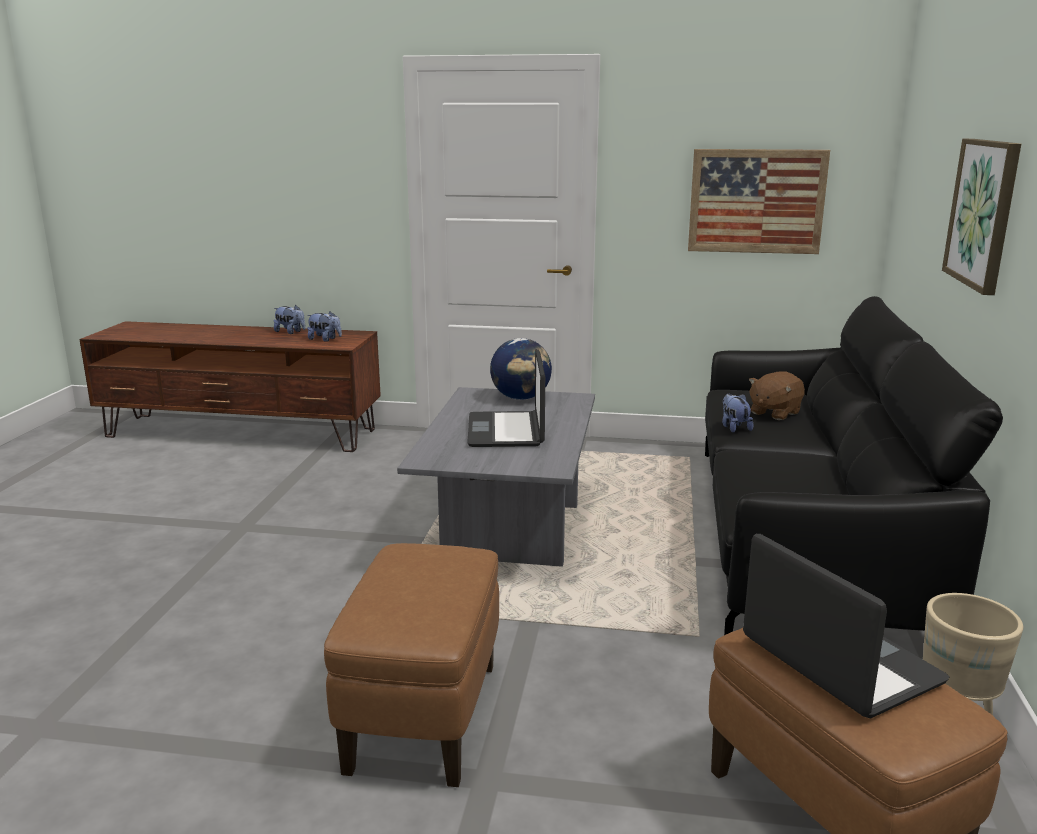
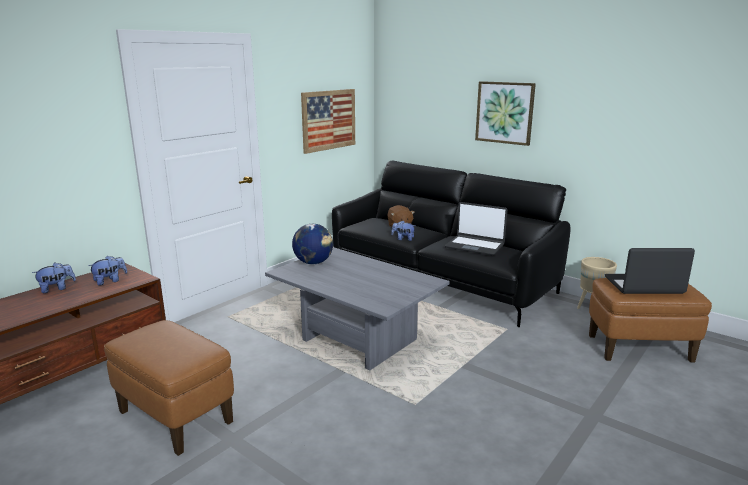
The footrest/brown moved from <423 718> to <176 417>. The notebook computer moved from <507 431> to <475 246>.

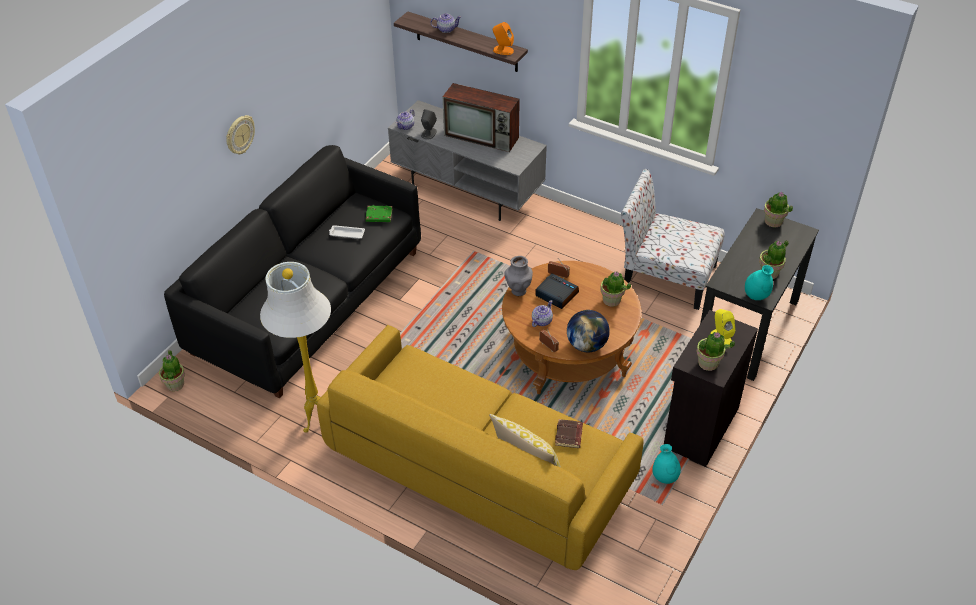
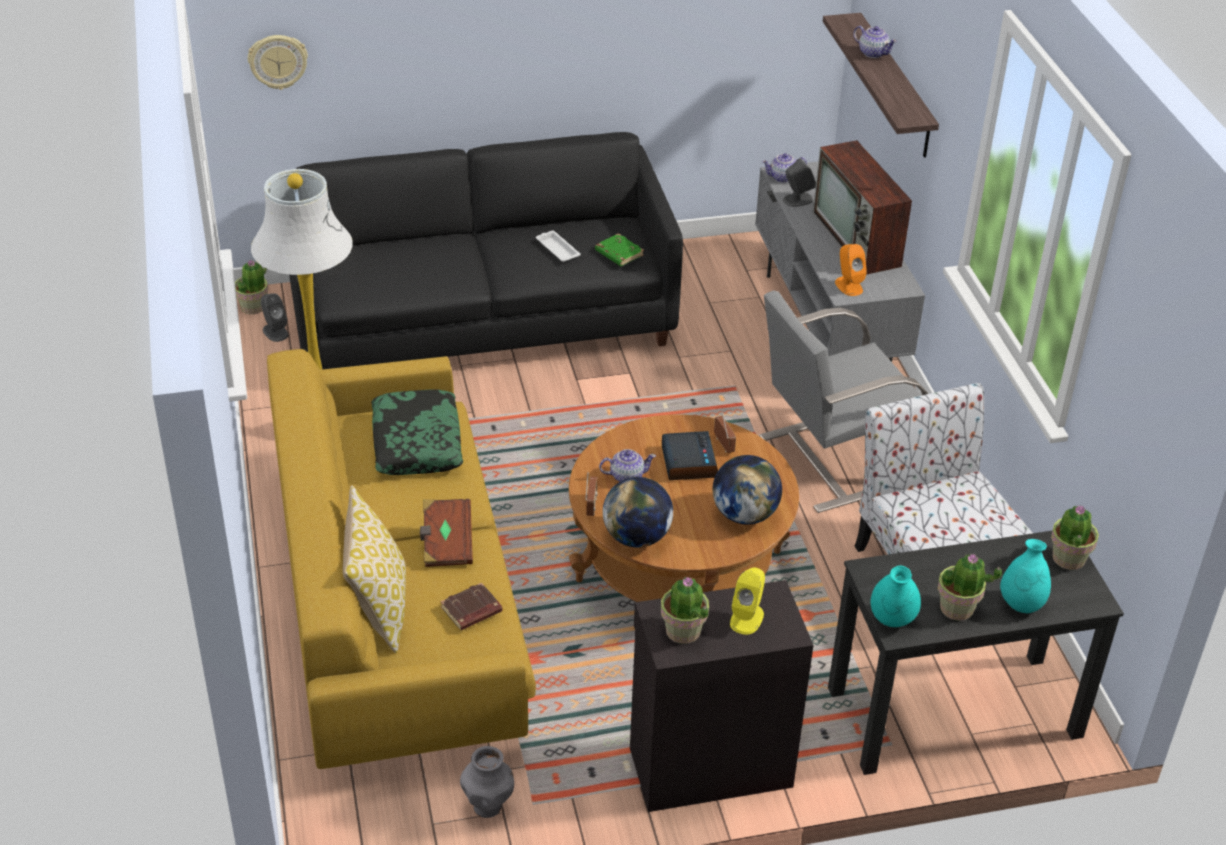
The clock on the wall moved from <239 135> to <278 61>. The loudspeaker/grey at <275 332> appeared. The cushion at <416 442> appeared. The volume/brown at <446 544> appeared. The flower vase/grey moved from <518 290> to <488 806>. The potted plant at <611 300> was replaced by the world globe at <744 514>. The easy chair/grey at <832 460> appeared. The loudspeaker/orangey moved from <503 50> to <848 286>. The flower vase/blue-green moved from <665 477> to <1021 604>.

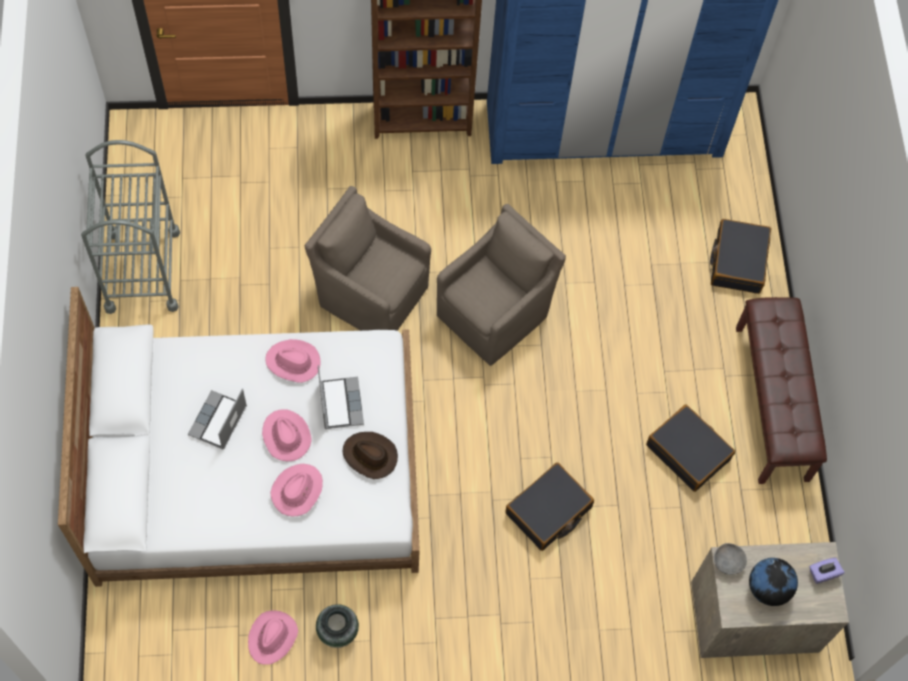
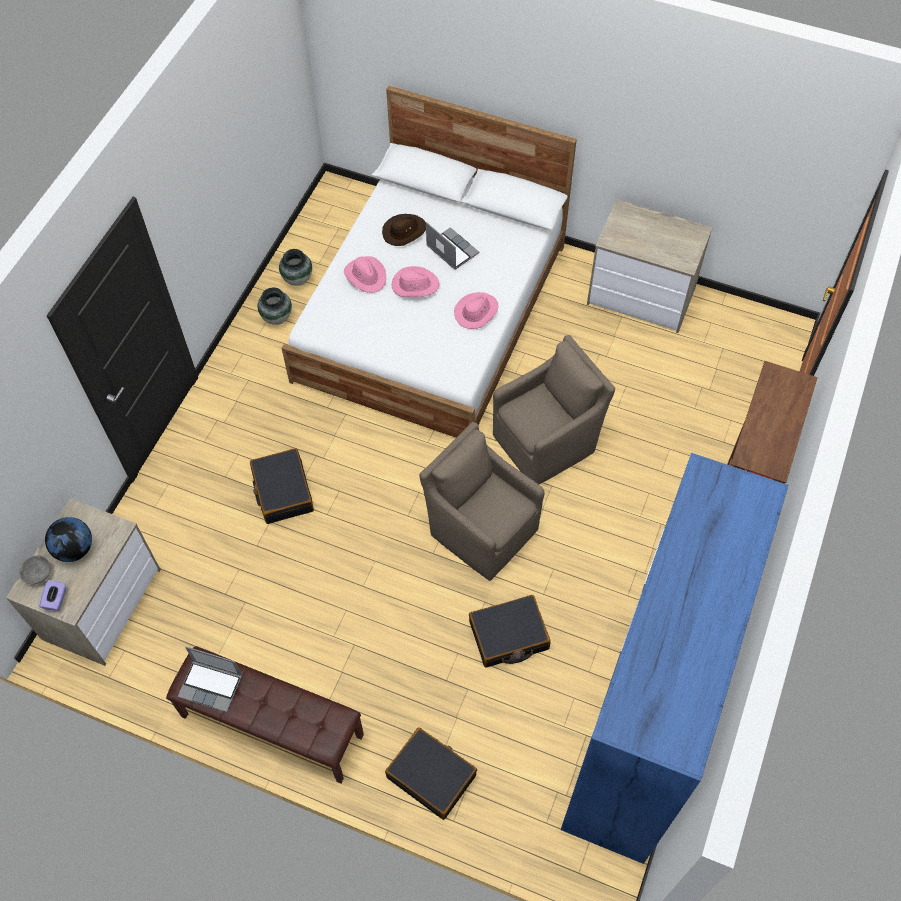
The bowl/grey moved from <728 562> to <38 574>. The notebook computer moved from <340 403> to <212 685>. The clothing hat/pink-coloured at <272 638> was replaced by the flower vase at <297 279>. The clothing hat/brown moved from <370 456> to <404 231>. The easy chair/brown at <495 314> turned 150 degrees clockwise. The suitcase/black moved from <688 452> to <508 636>. The trolley/grey at <142 270> was replaced by the dresser at <642 295>.

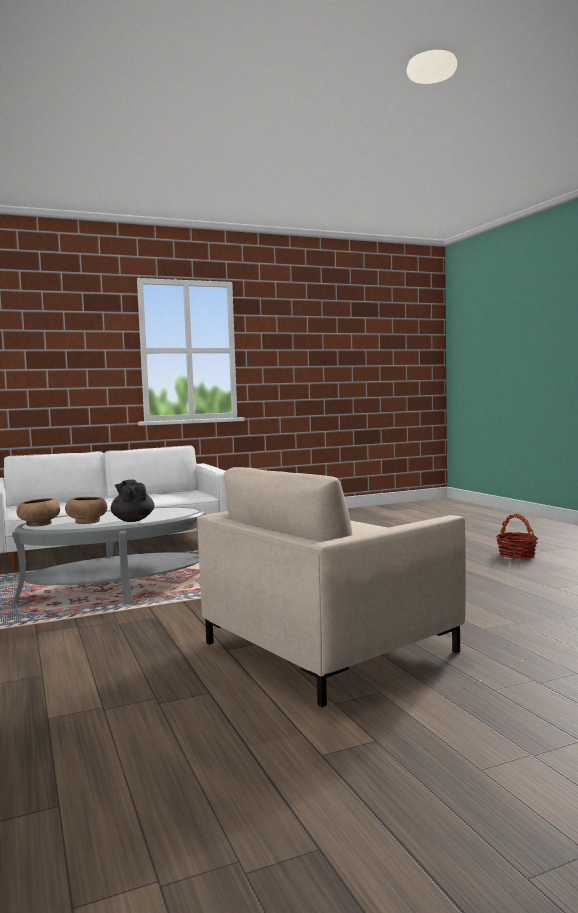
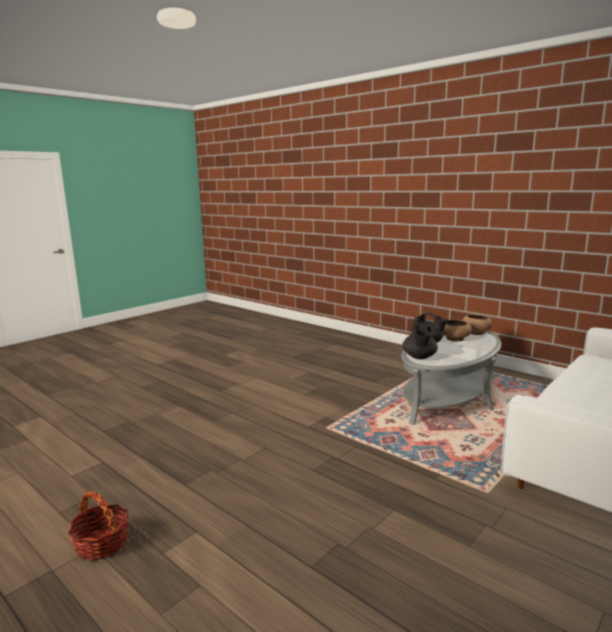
The teapot/black at <419 357> appeared. The easy chair/sand-coloured at <328 647> disappeared.

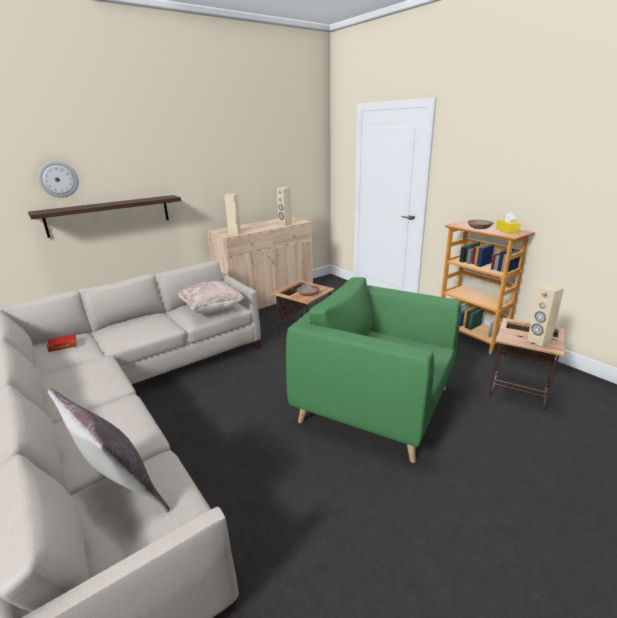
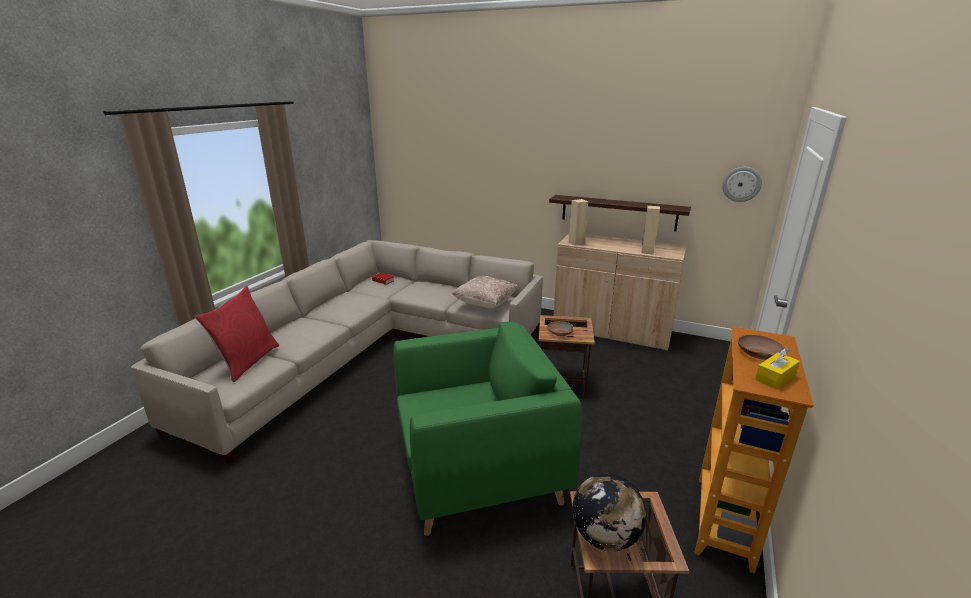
The cushion/grey at <121 492> became the cushion/reddish at <247 361>. The easy chair/greenish at <375 404> turned 75 degrees clockwise. The bracket shelf moved from <109 215> to <618 212>. The loudspeaker/sand-coloured at <539 341> was replaced by the world globe at <605 537>. The clock on the wall moved from <58 179> to <741 184>.

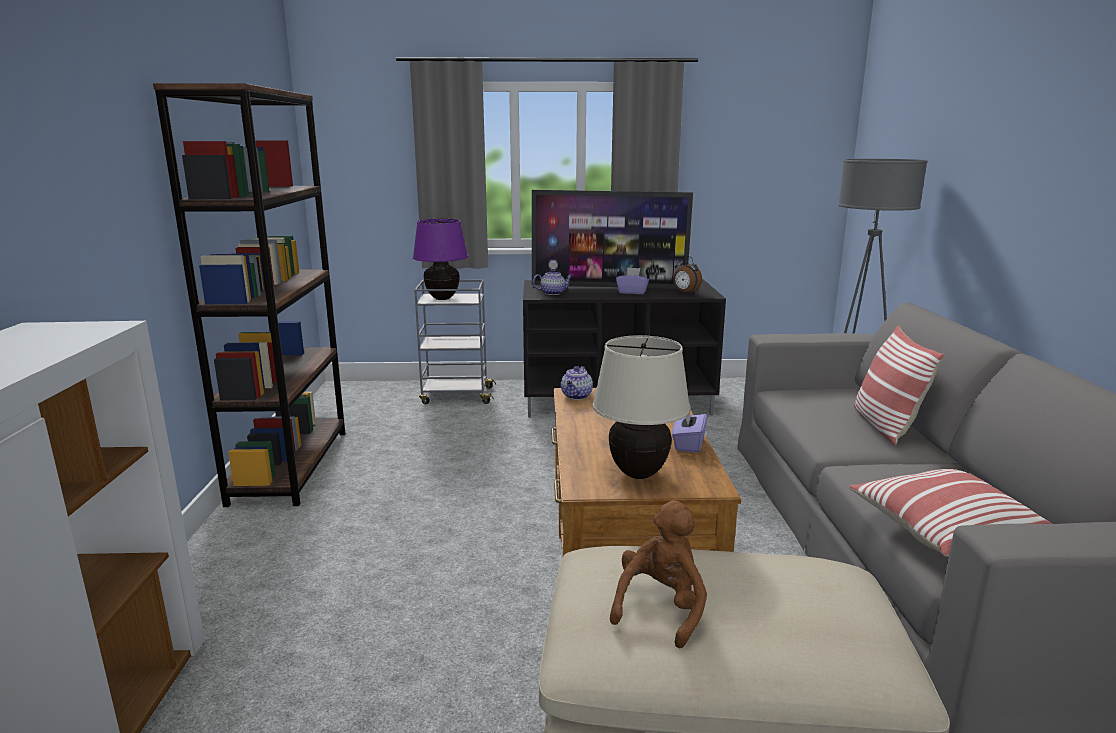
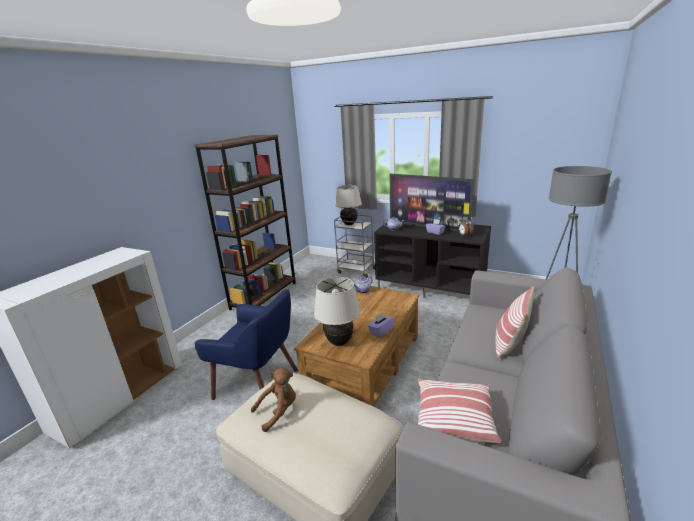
The easy chair/blue at <258 383> appeared. The tabletop lamp/purple at <442 298> became the tabletop lamp/sand-coloured at <349 224>.

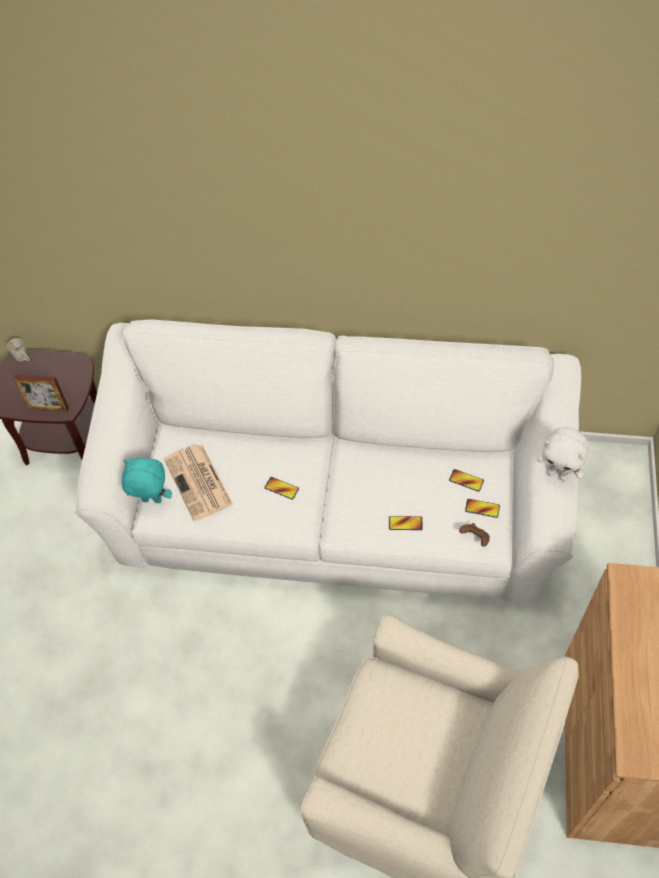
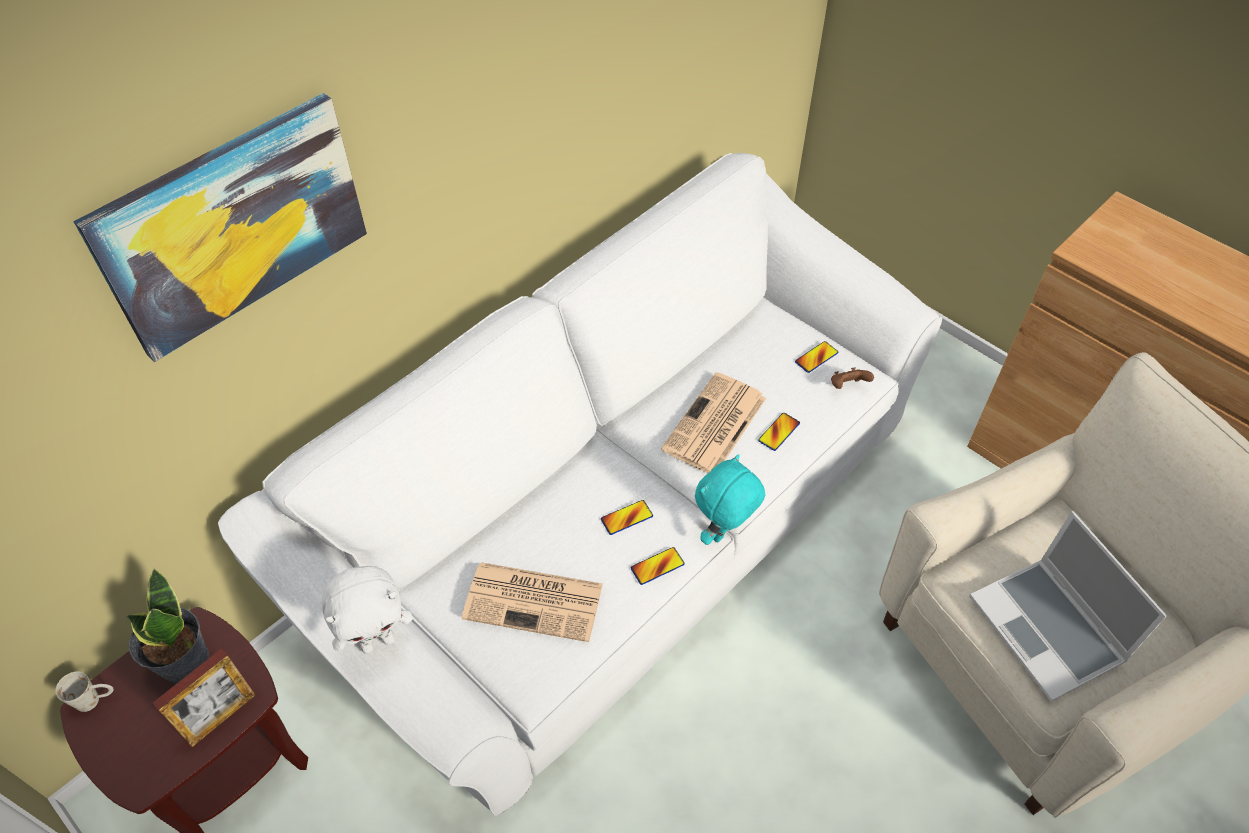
The wall picture at <234 225> appeared. The potted plant at <185 663> appeared. The cuddly toy/white moved from <558 474> to <378 641>. The handset moved from <466 480> to <657 566>. The printed paper at <714 425> appeared. The cuddly toy/blue-green moved from <151 501> to <724 533>. The notebook computer at <1048 630> appeared.

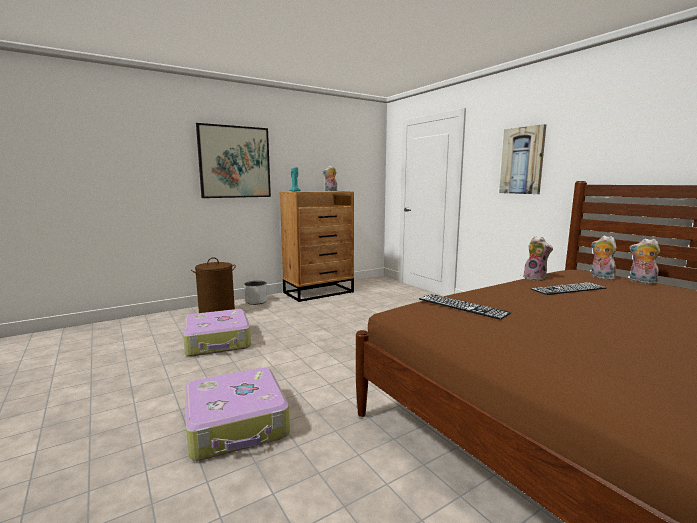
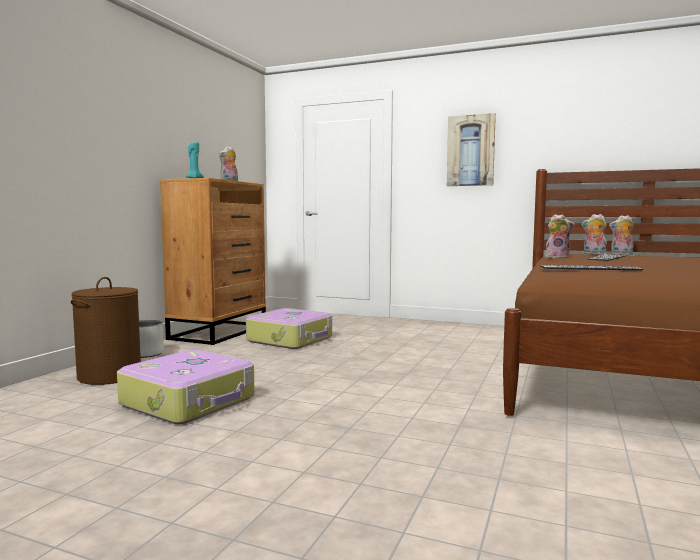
The suitcase moved from <237 424> to <291 339>. The wall picture at <235 162> disappeared.

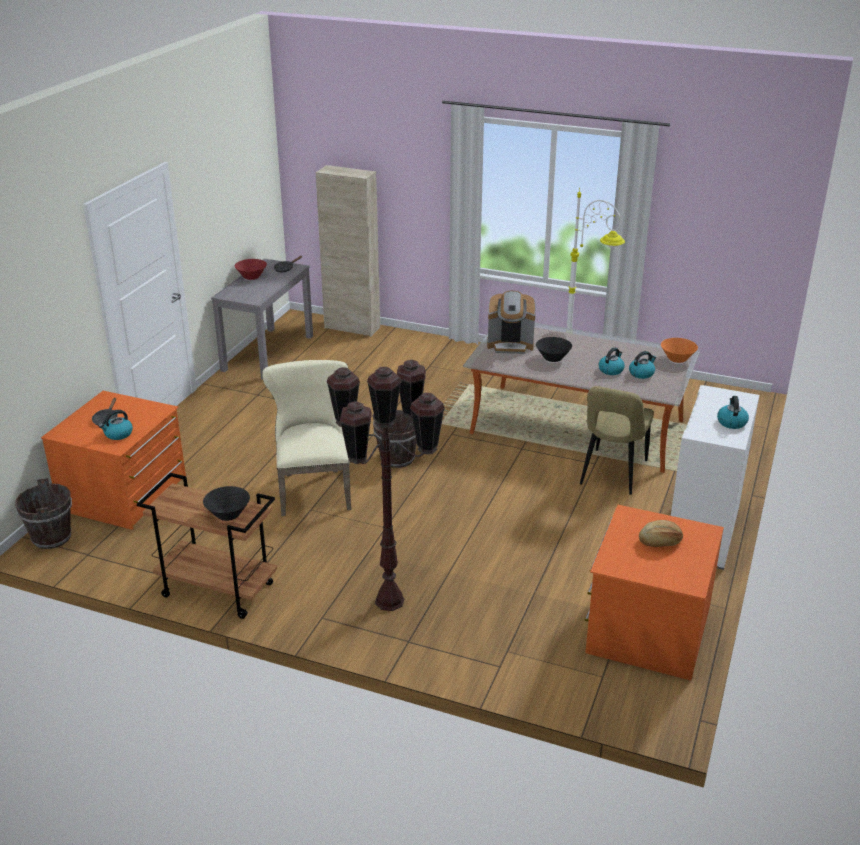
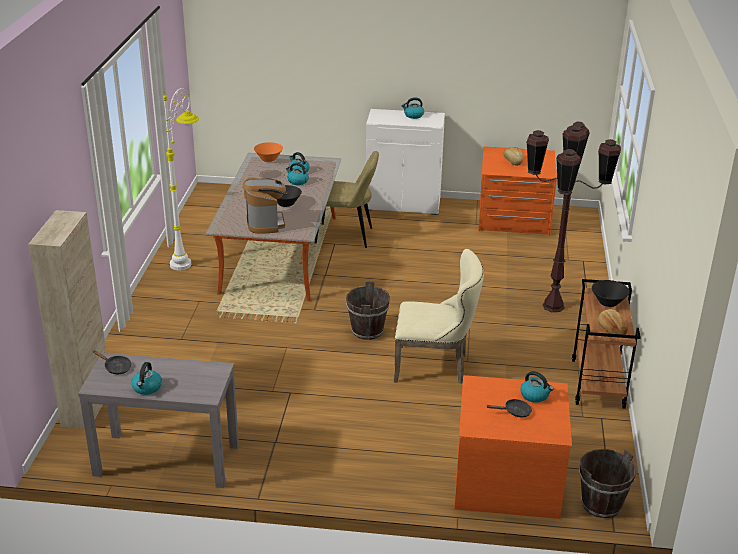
The bowl/reddish at <251 277> was replaced by the tea kettle at <147 388>. The upright chair/sand-coloured at <313 488> turned 150 degrees counterclockwise. The baked bread at <611 329> appeared.

